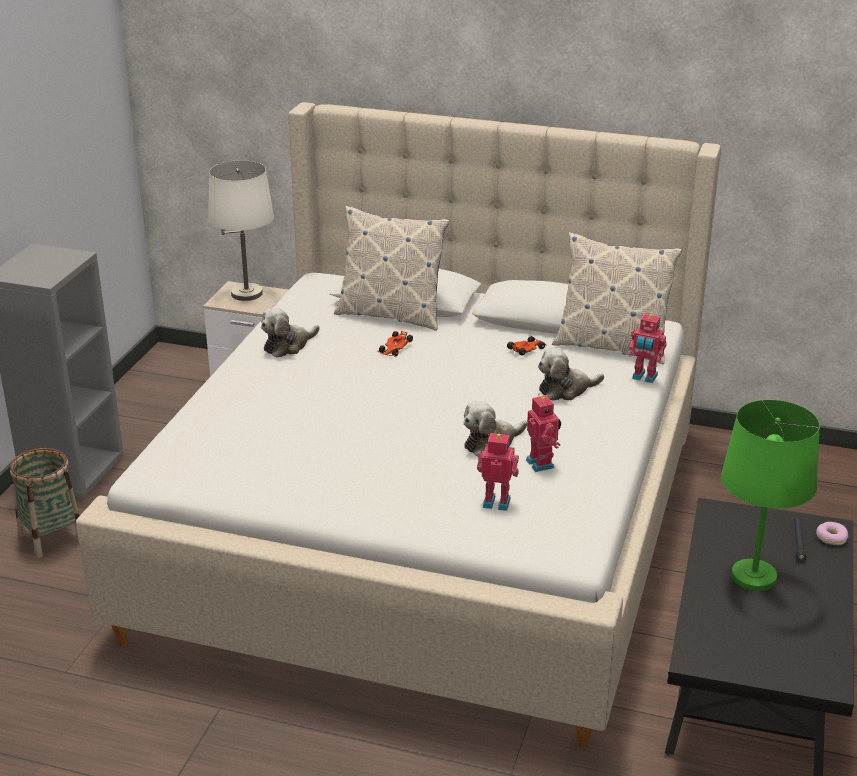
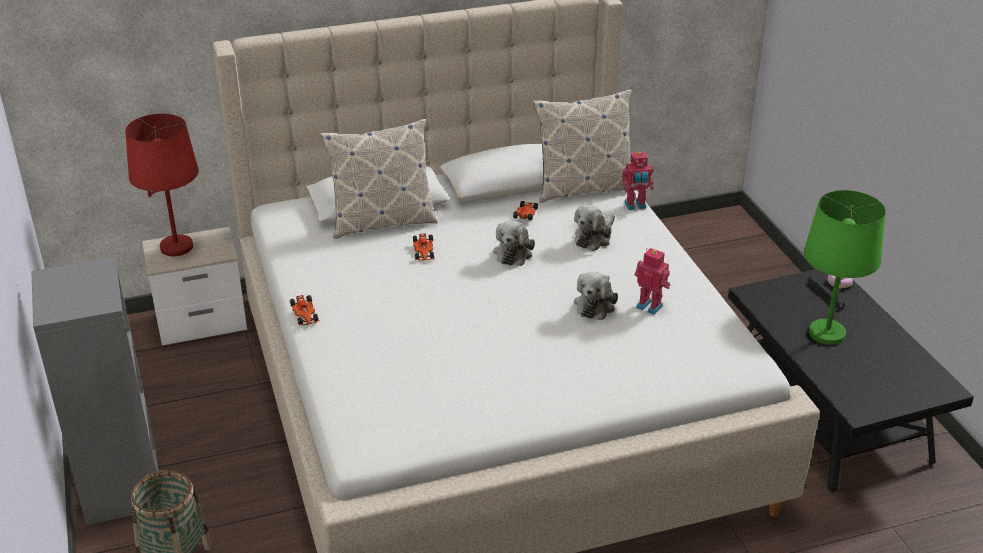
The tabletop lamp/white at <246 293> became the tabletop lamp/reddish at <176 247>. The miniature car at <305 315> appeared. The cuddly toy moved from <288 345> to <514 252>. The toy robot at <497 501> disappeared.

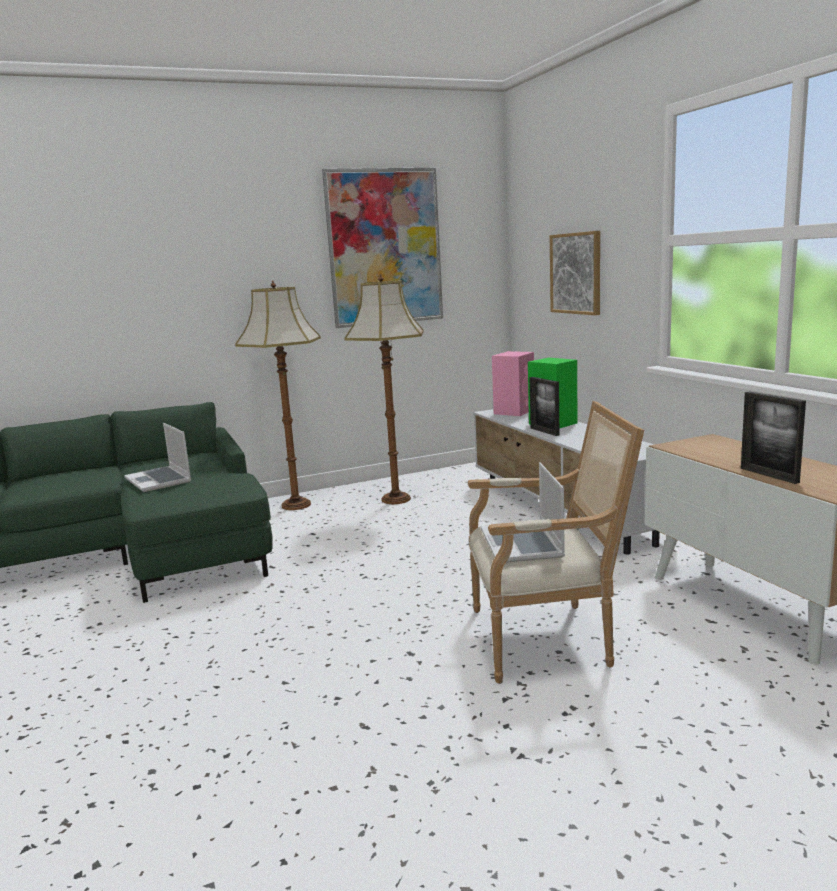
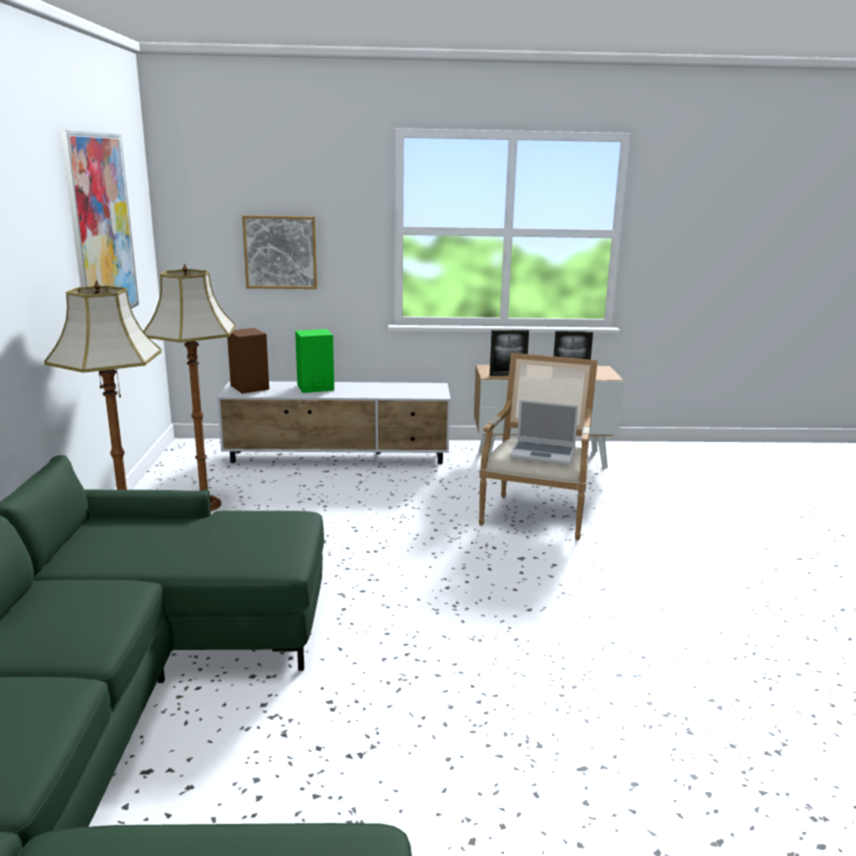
The loudspeaker/pink-coloured at <515 411> became the loudspeaker/brown at <249 387>. The standing frame moved from <544 431> to <507 375>. The notebook computer at <159 480> disappeared.

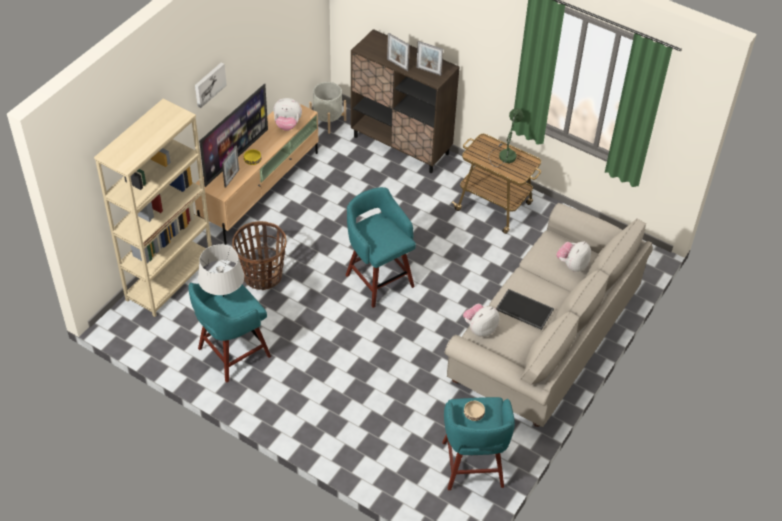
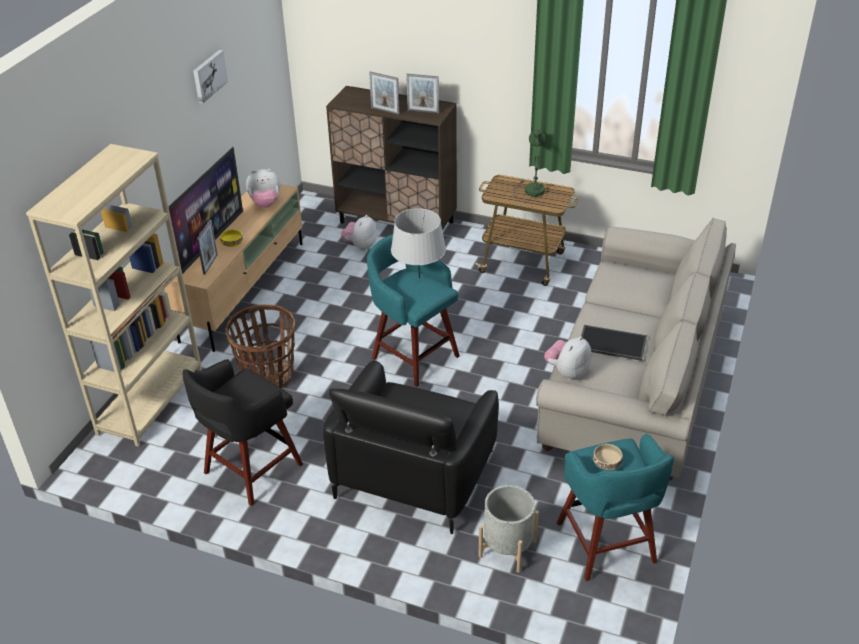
The stool seat/blue-green at <232 353> became the stool seat/black at <250 470>. The wall picture moved from <209 84> to <208 76>. The easy chair/black at <414 474> appeared. The cuddly toy moved from <572 265> to <360 246>. The tabletop lamp/grey moved from <223 296> to <419 278>. The flower pot/grey moved from <328 121> to <507 548>.

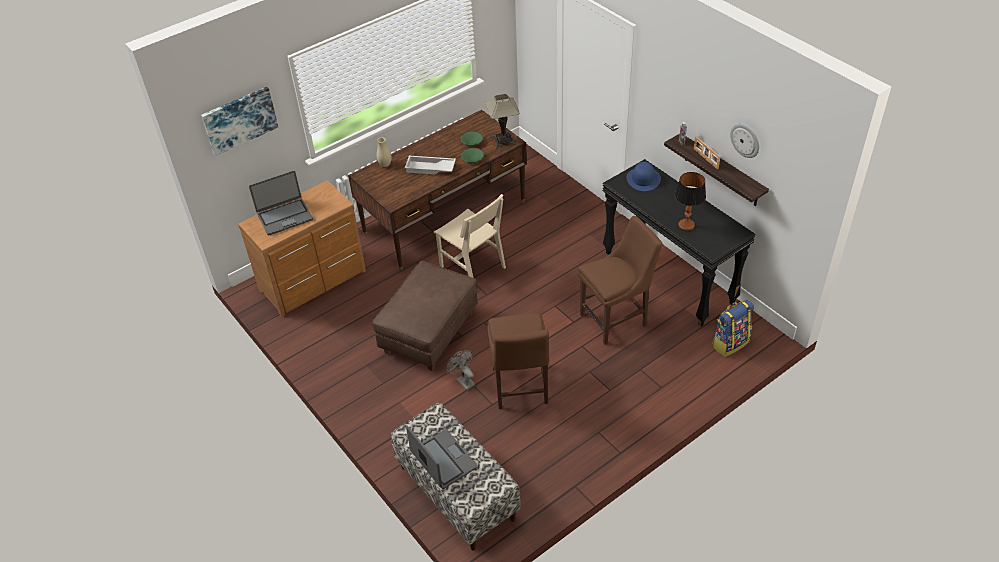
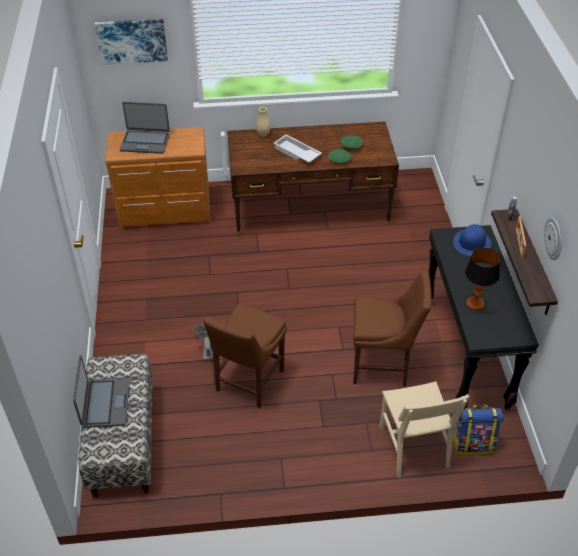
The upright chair/sand-coloured moved from <472 267> to <413 446>. The footrest/brown at <429 333> disappeared. The tabletop lamp at <503 140> disappeared.

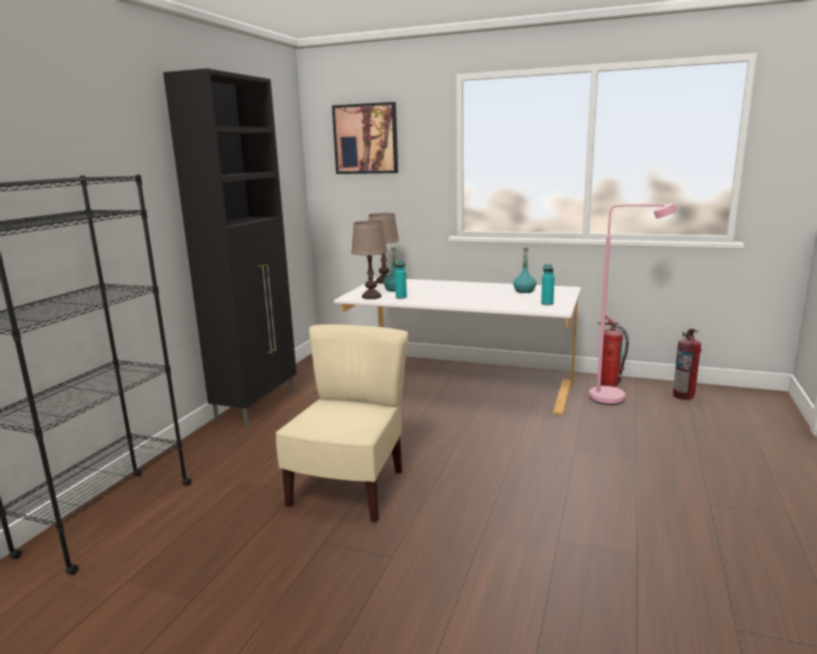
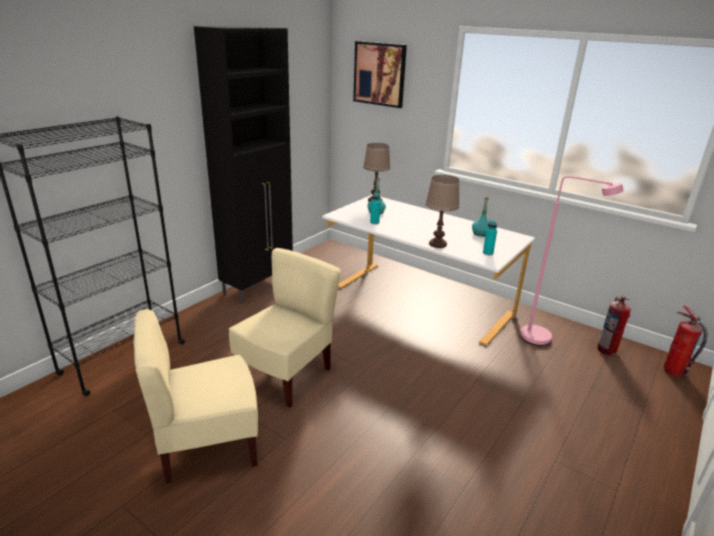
The upright chair/sand-coloured at <207 446> appeared. The tabletop lamp/brown moved from <371 297> to <437 244>. The fire extinguisher moved from <609 384> to <673 371>.

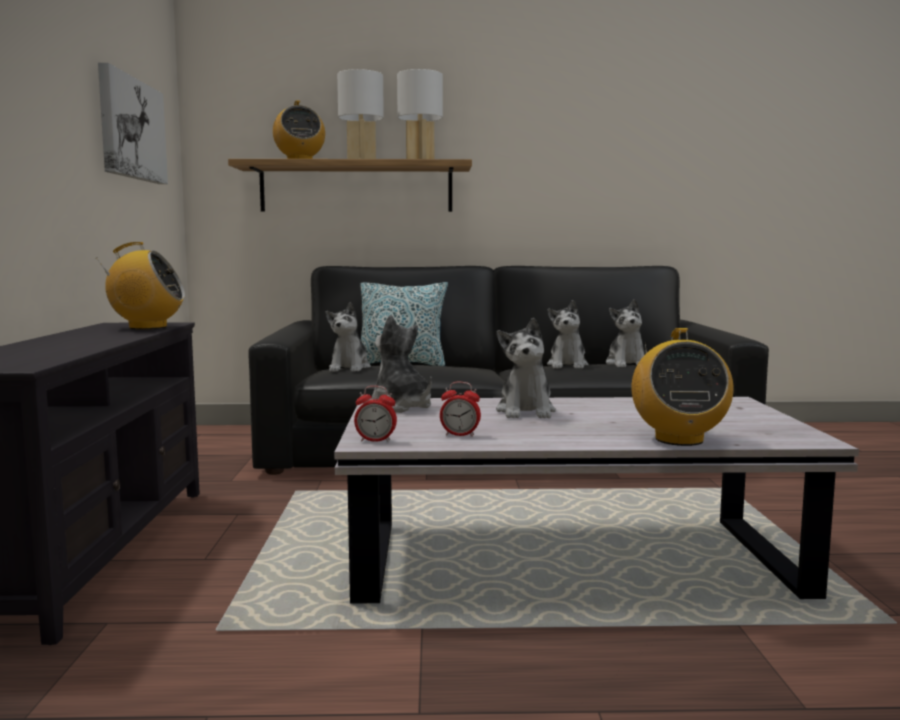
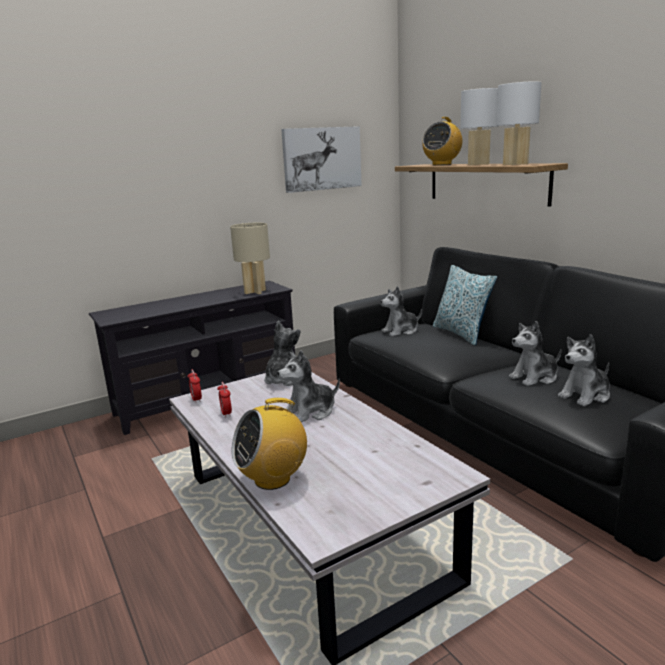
The radio set at <147 327> was replaced by the tabletop lamp/sand-coloured at <255 291>.

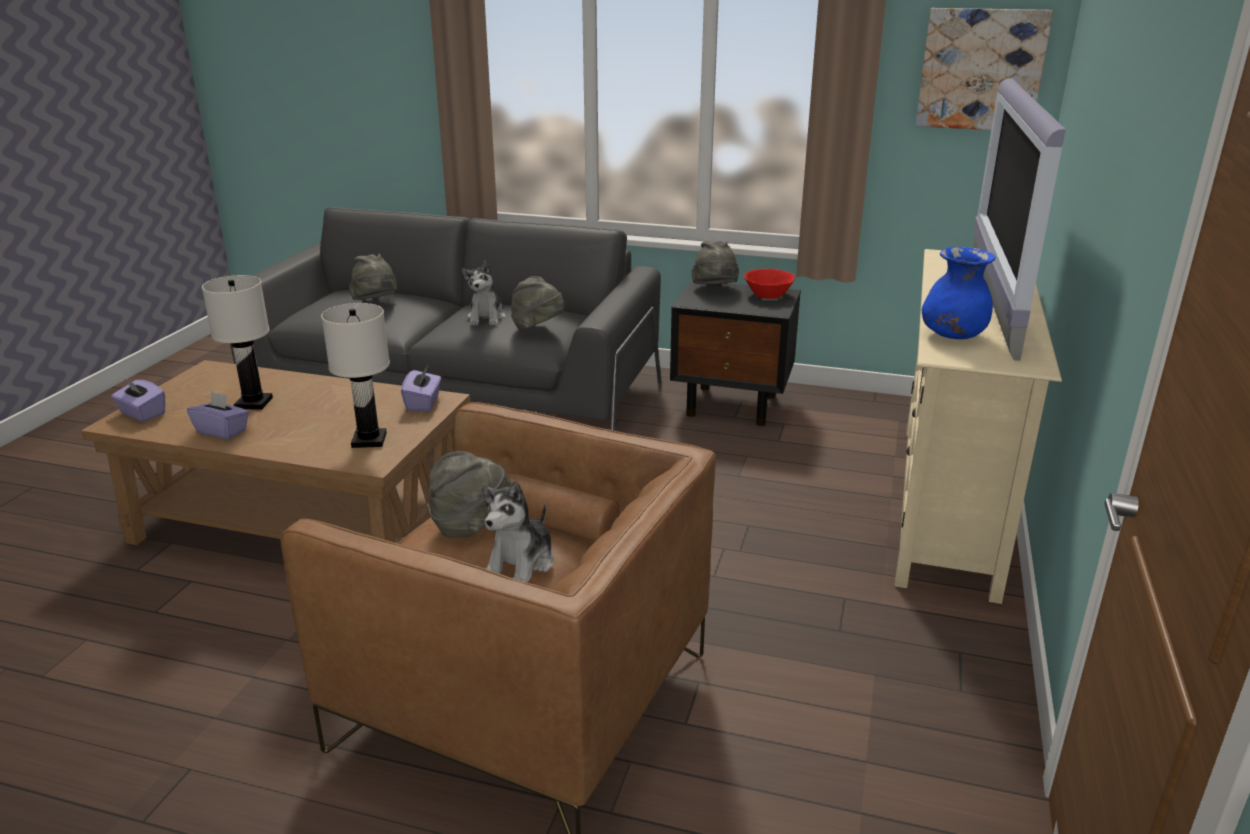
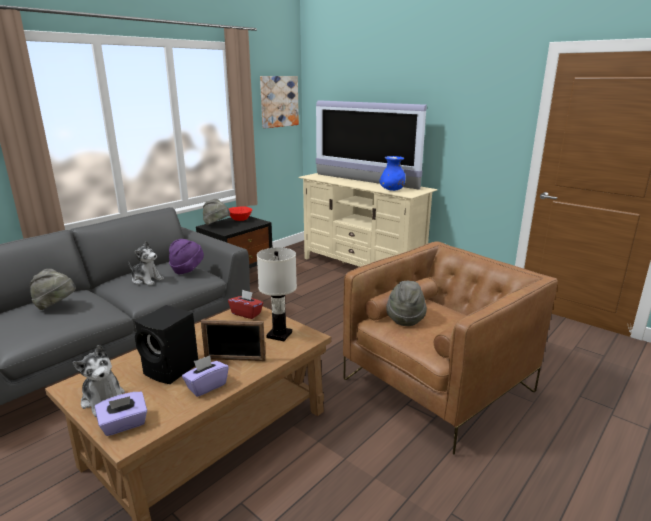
The cuddly toy moved from <521 563> to <104 400>. The tabletop lamp/white at <254 403> was replaced by the loudspeaker/black at <172 370>. The clothing hat/grey at <538 329> became the clothing hat/purple at <187 270>. The standing frame at <235 359> appeared. The tissue box/purple at <423 403> became the tissue box/reddish at <246 313>.

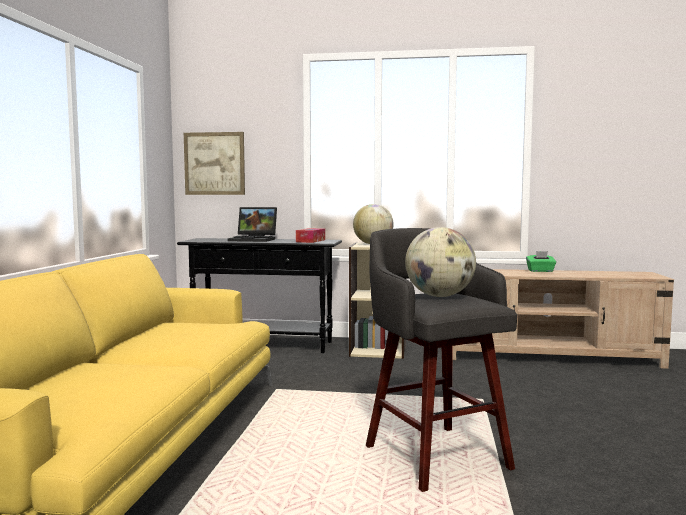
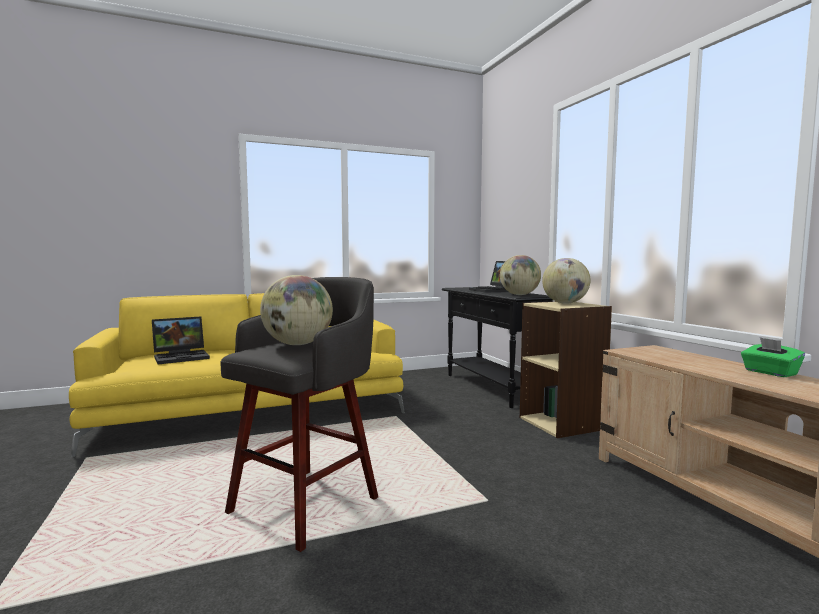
The notebook computer at <182 357> appeared. The tissue box at <310 241> was replaced by the world globe at <519 295>. The wall picture at <214 163> disappeared.

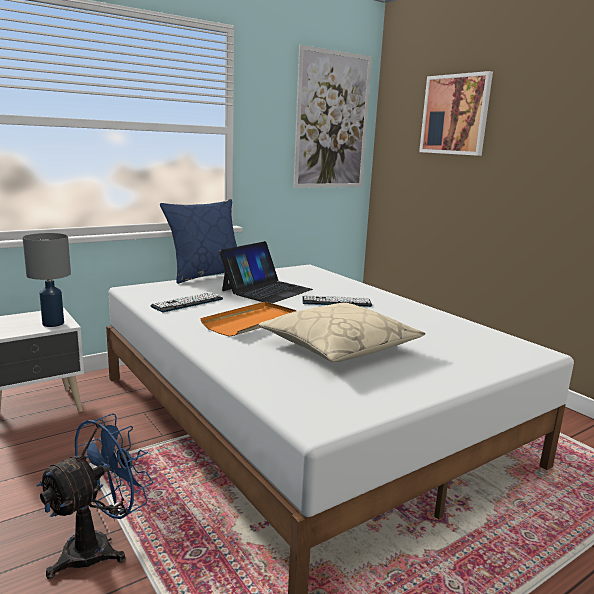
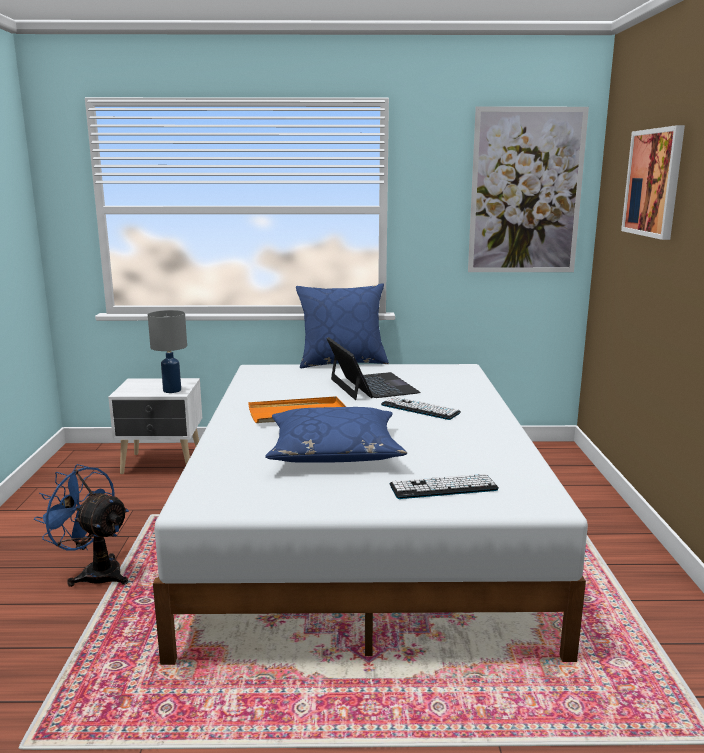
The electric fan/blue at <98 547> turned 135 degrees counterclockwise. The cushion/sand-coloured at <339 346> became the cushion/blue at <334 451>. The notebook computer at <266 290> turned 90 degrees counterclockwise. The keyboard moved from <187 303> to <443 487>.

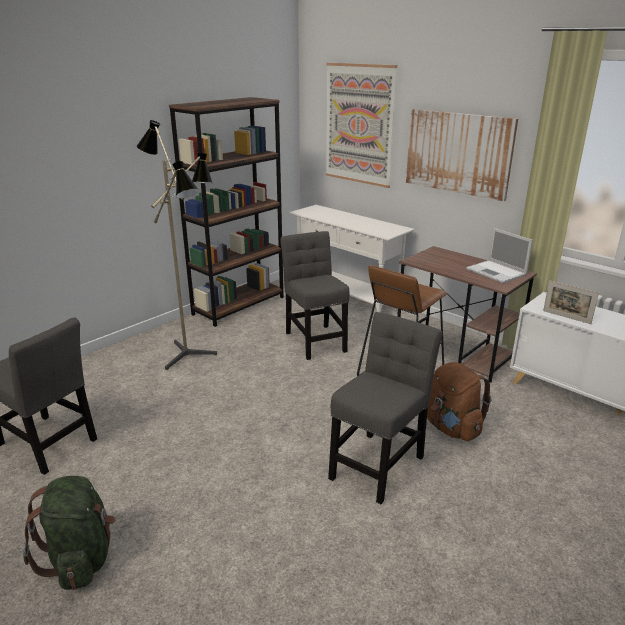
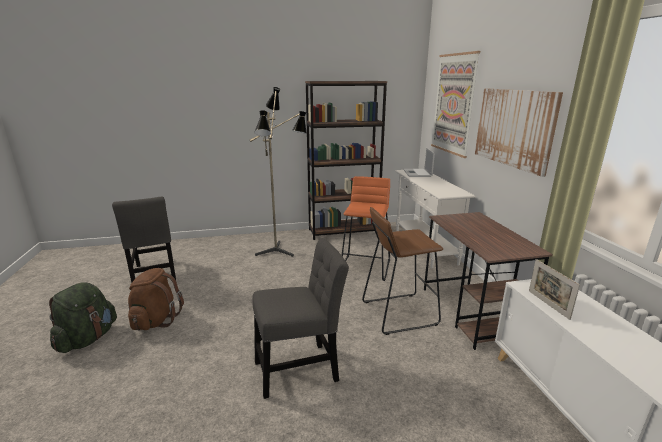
The backpack/brown moved from <451 427> to <156 320>. The upright chair/grey at <315 340> was replaced by the stool seat/orangey at <365 267>. The notebook computer moved from <497 272> to <417 173>.

